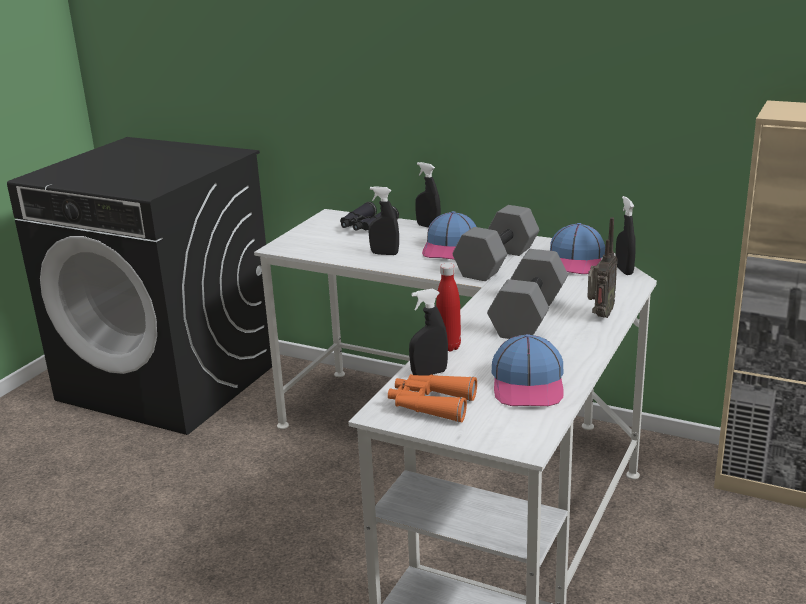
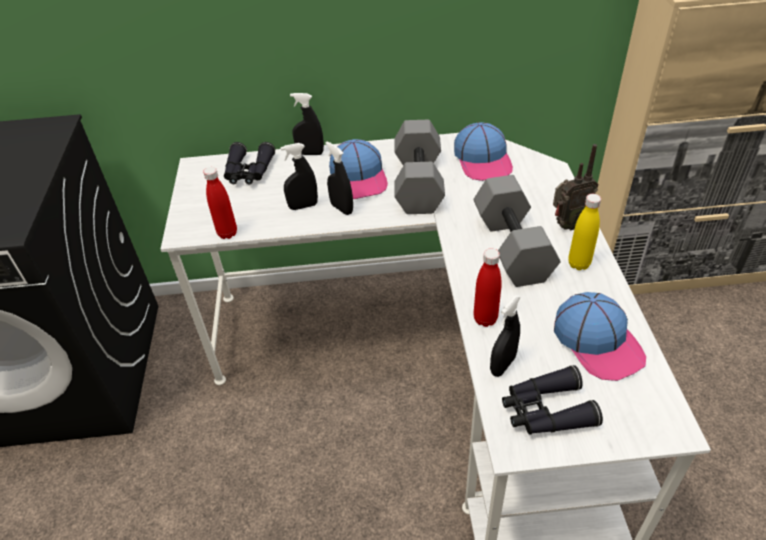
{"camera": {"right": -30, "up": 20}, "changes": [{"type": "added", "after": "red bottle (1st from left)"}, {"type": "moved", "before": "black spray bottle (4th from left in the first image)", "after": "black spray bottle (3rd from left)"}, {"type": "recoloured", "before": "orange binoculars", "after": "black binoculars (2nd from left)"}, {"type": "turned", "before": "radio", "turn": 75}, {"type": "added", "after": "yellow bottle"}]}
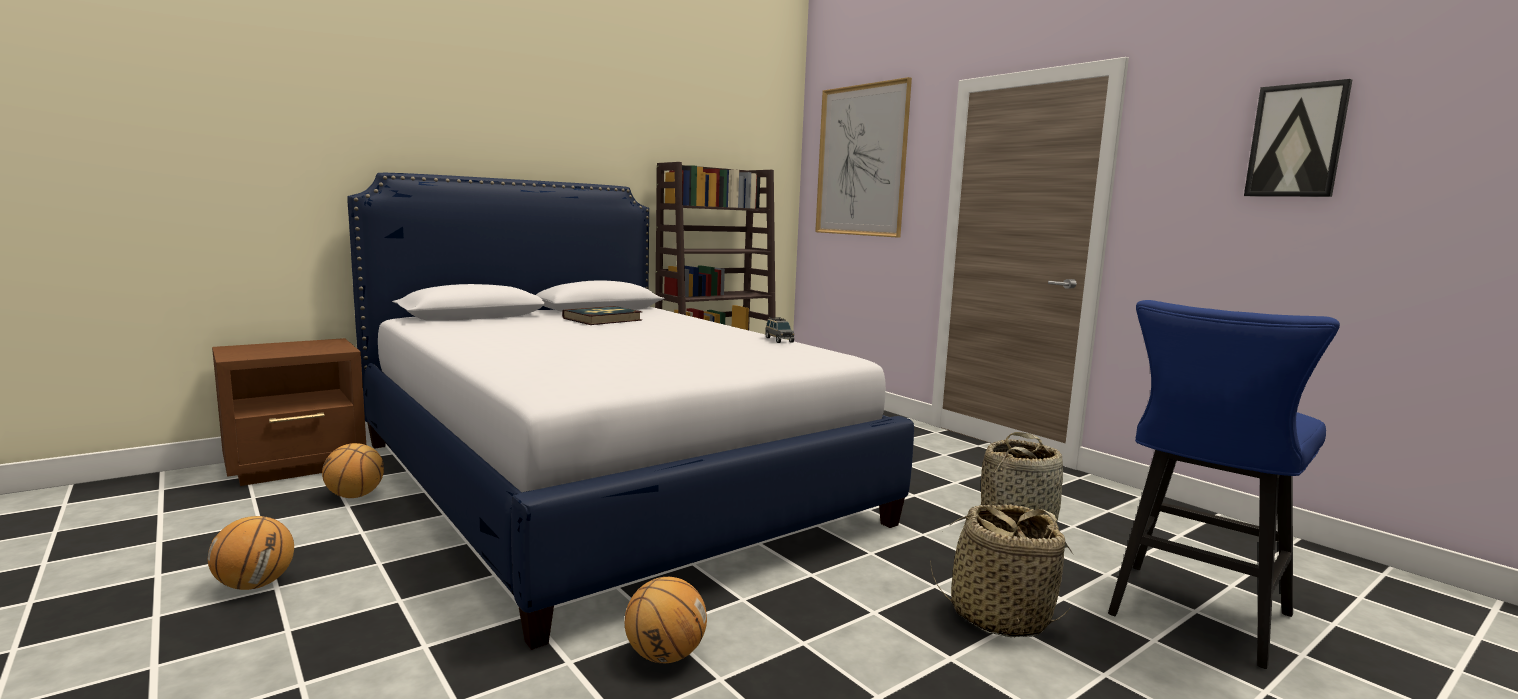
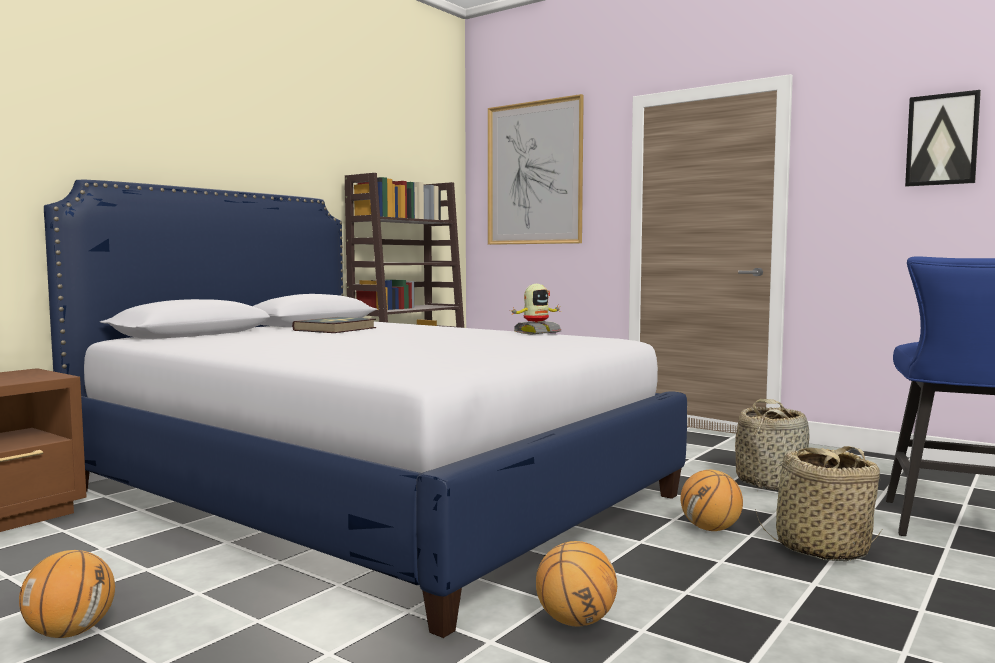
{"camera": {"right": -15, "up": -5}, "changes": [{"type": "replaced", "before": "grey toy car", "after": "toy robot"}, {"type": "moved", "before": "basketball (2nd from left in the first image)", "after": "basketball (3rd from left)"}]}
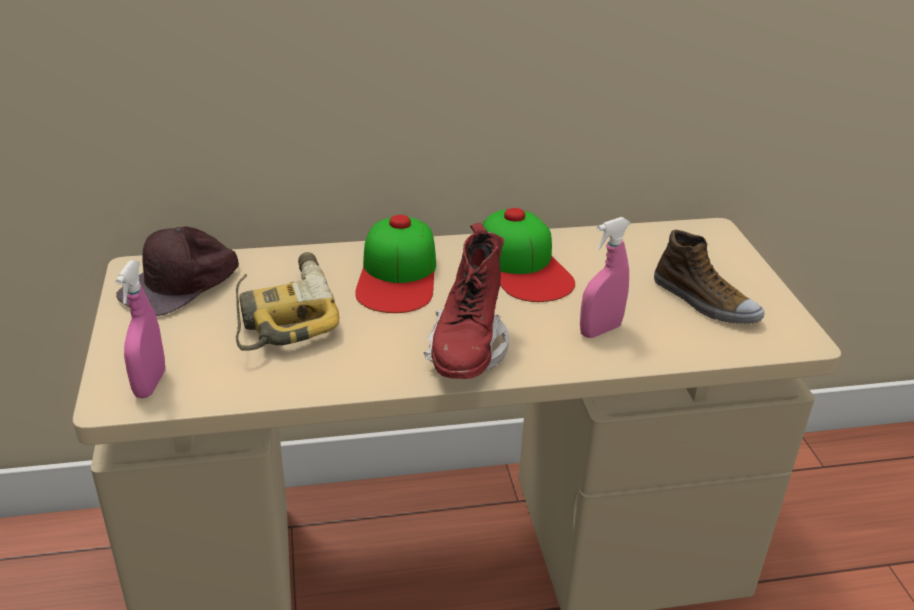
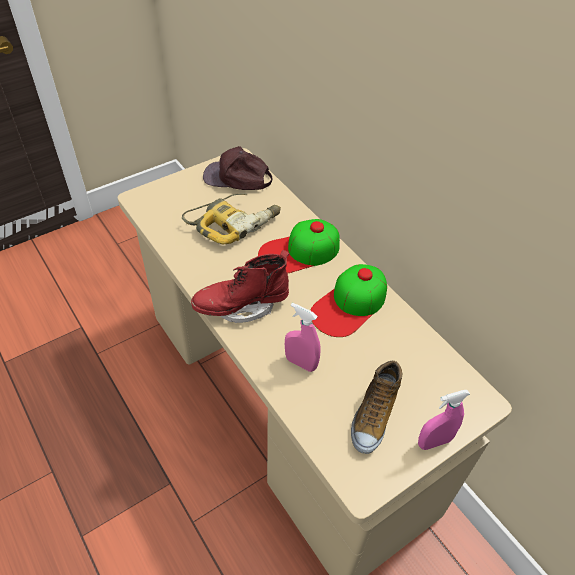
{"camera": {"right": 65, "up": 15}, "changes": [{"type": "moved", "before": "pink spray bottle (1st from left in the first image)", "after": "pink spray bottle (2nd from left)"}]}
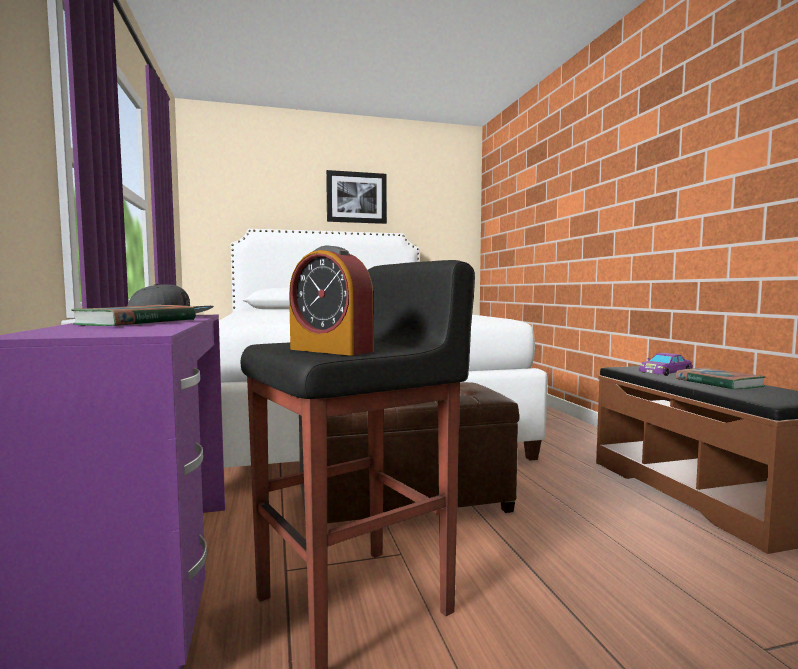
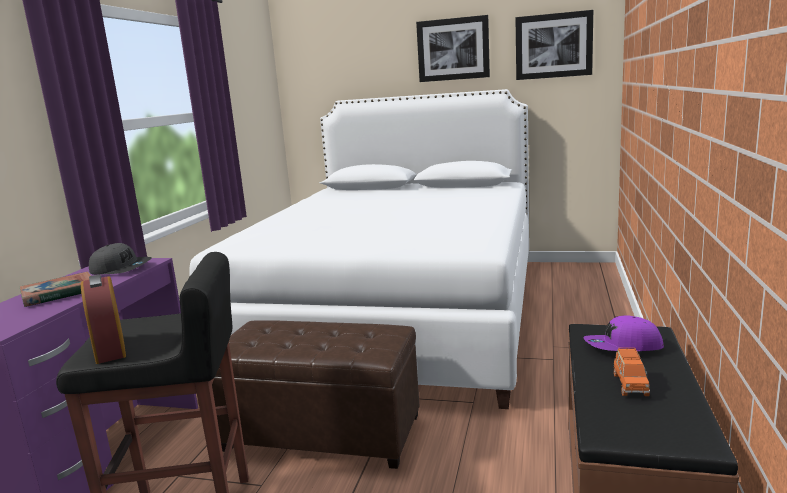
{"camera": {"right": 30, "up": 10}, "changes": [{"type": "added", "after": "picture (2nd from left)"}, {"type": "replaced", "before": "purple toy car", "after": "purple cap"}, {"type": "replaced", "before": "book (2nd from left)", "after": "orange toy car"}]}
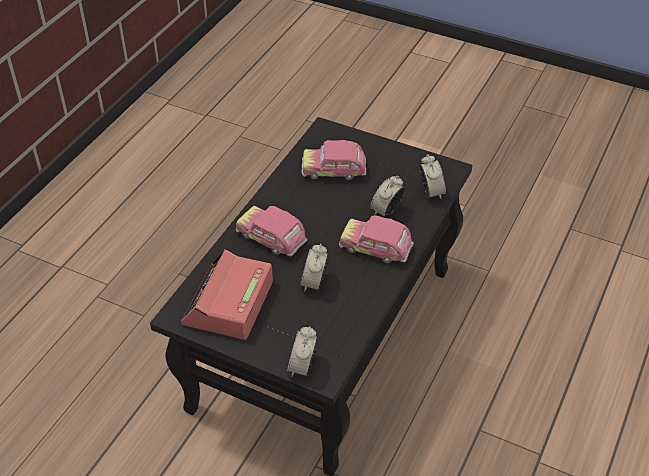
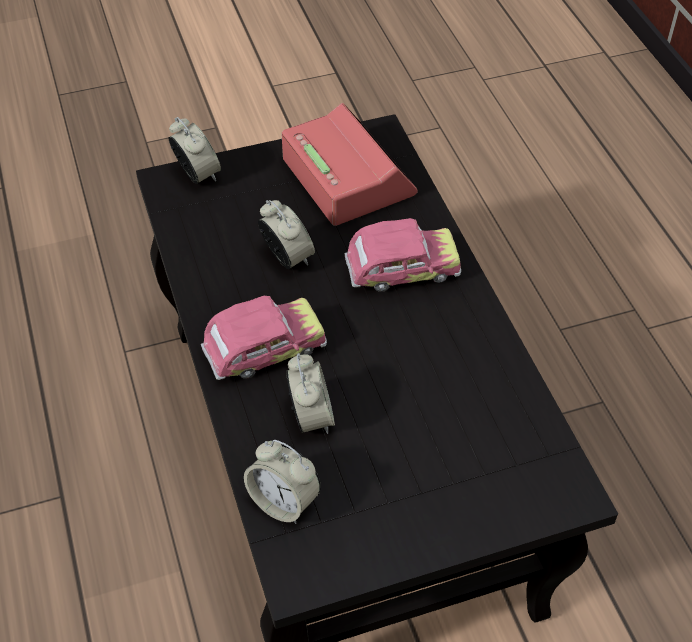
{"camera": {"right": 135, "up": 5}, "changes": [{"type": "removed", "before": "toy car (2nd from left)"}]}
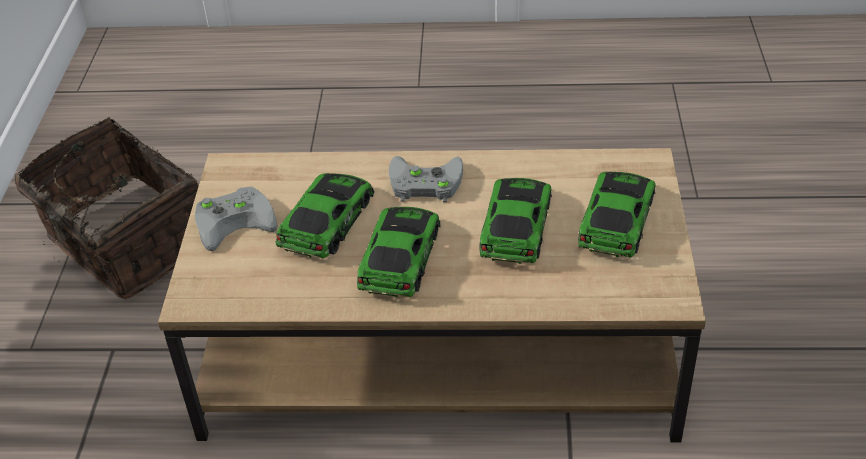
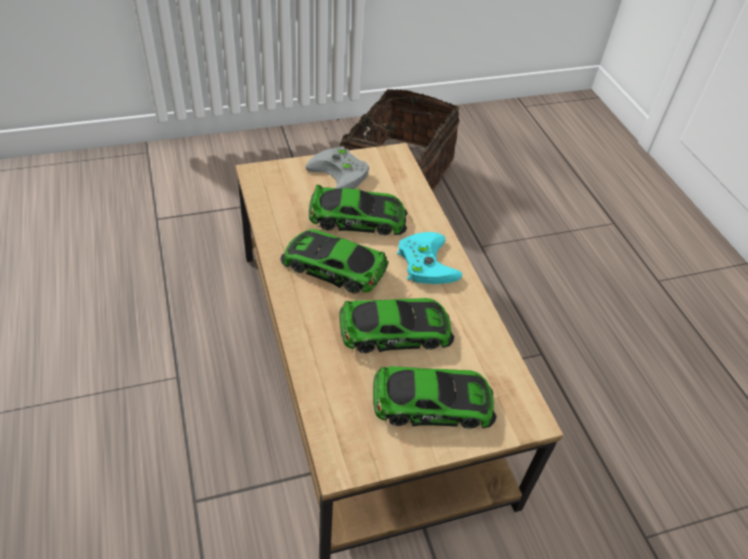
{"camera": {"right": 65, "up": 5}, "changes": [{"type": "turned", "before": "toy car (2nd from left in the first image)", "turn": -150}, {"type": "recoloured", "before": "grey game controller (2nd from left)", "after": "turquoise game controller"}]}
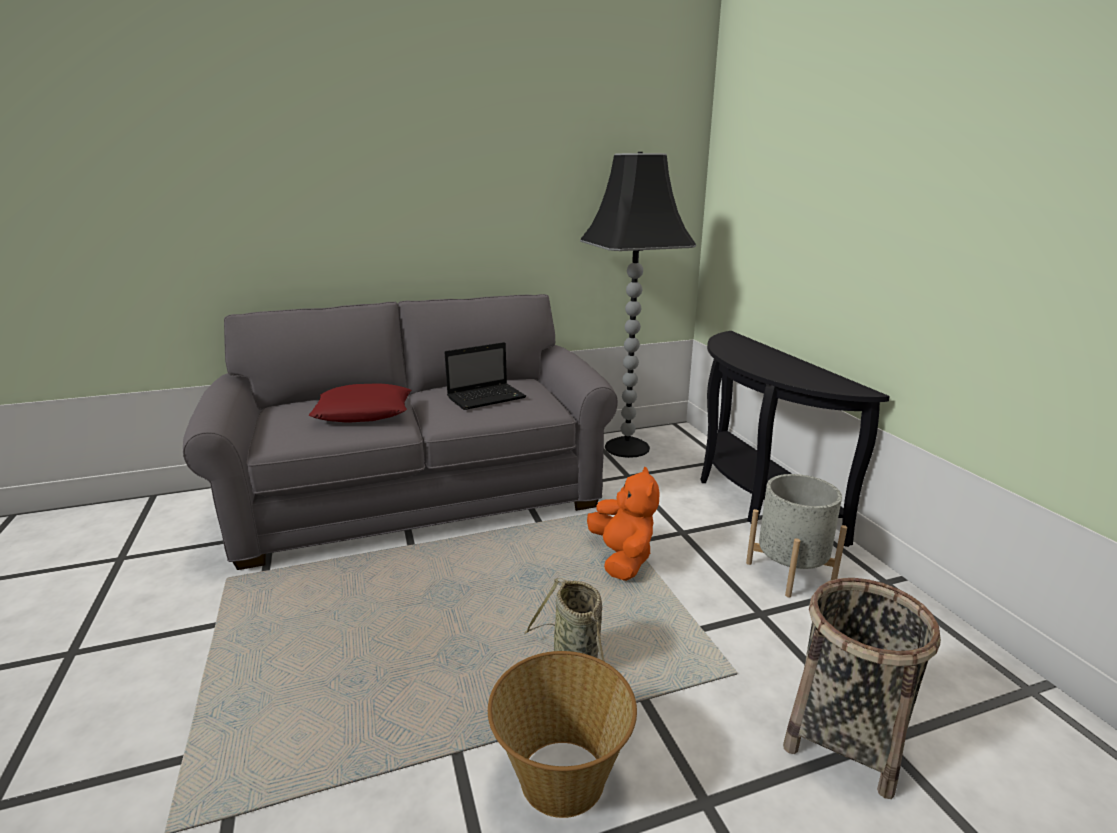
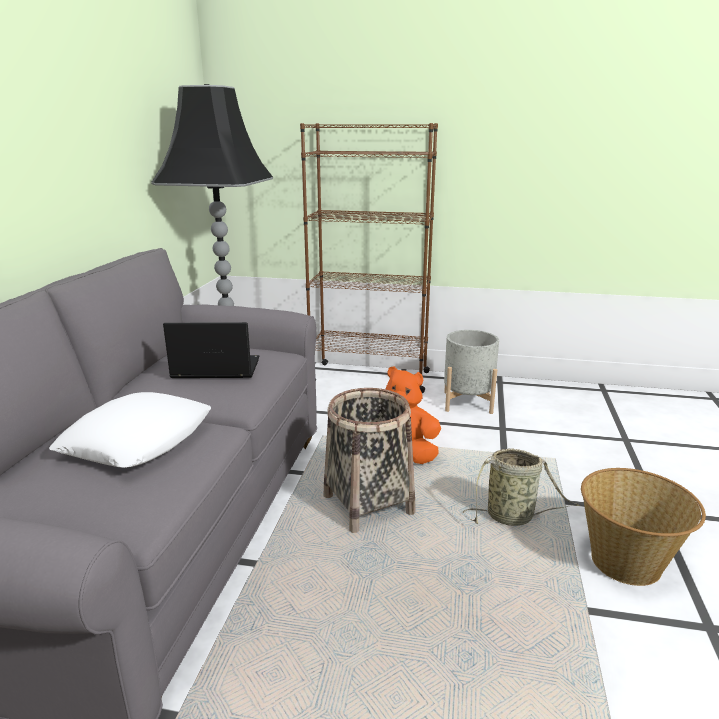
{"camera": {"right": -60, "up": 0}, "changes": [{"type": "recoloured", "before": "red pillow", "after": "white pillow"}, {"type": "turned", "before": "laptop", "turn": -90}, {"type": "replaced", "before": "black console table", "after": "brown bookcase"}, {"type": "moved", "before": "basket (3rd from left in the first image)", "after": "basket (1st from left)"}]}
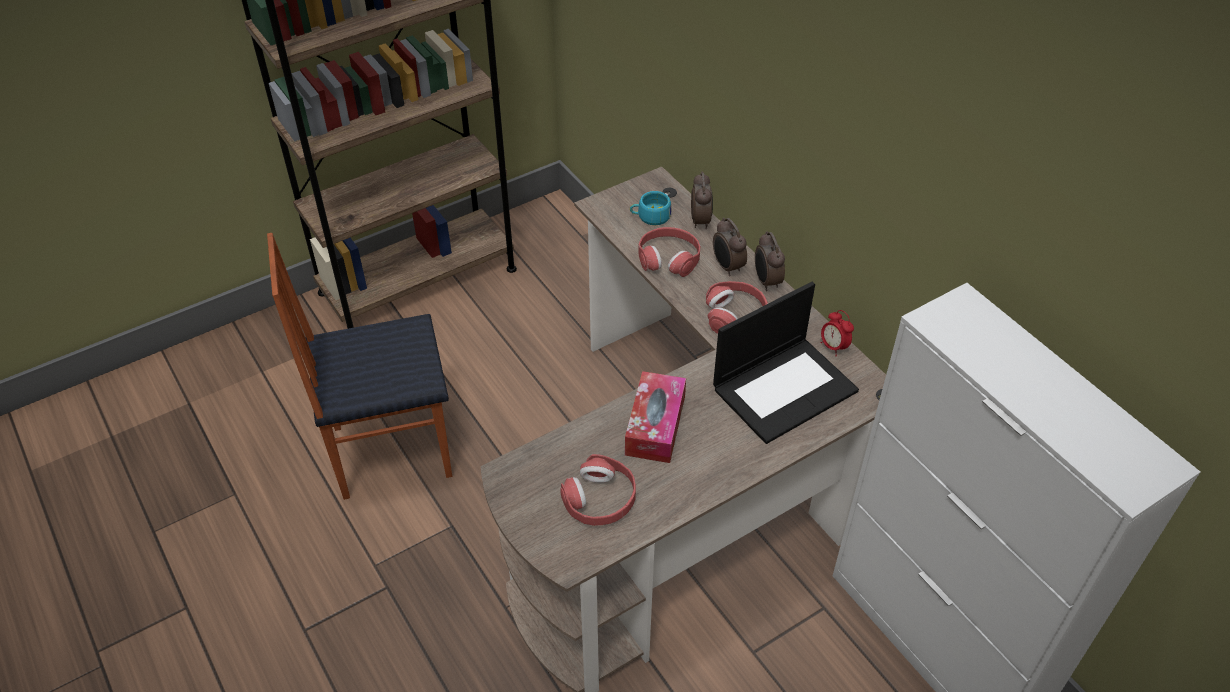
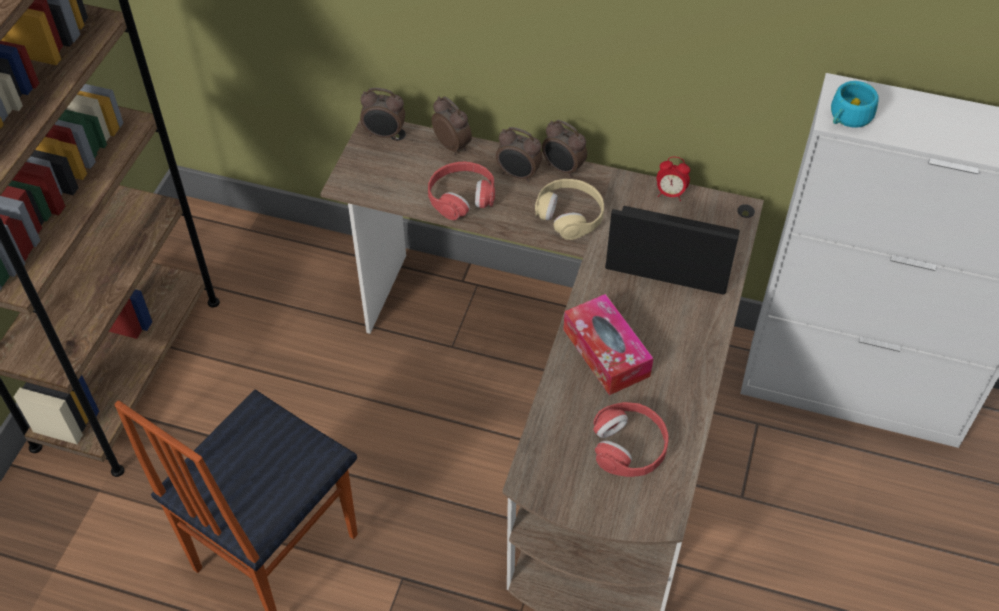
{"camera": {"right": -40, "up": 5}, "changes": [{"type": "added", "after": "alarm clock (1st from left)"}, {"type": "recoloured", "before": "red headphones (3rd from left)", "after": "beige headphones"}, {"type": "turned", "before": "laptop", "turn": -90}, {"type": "moved", "before": "turquoise cup"}]}
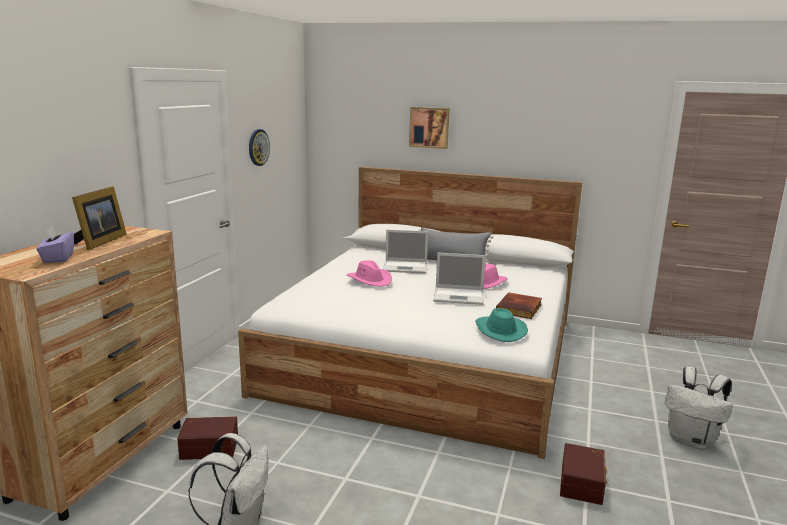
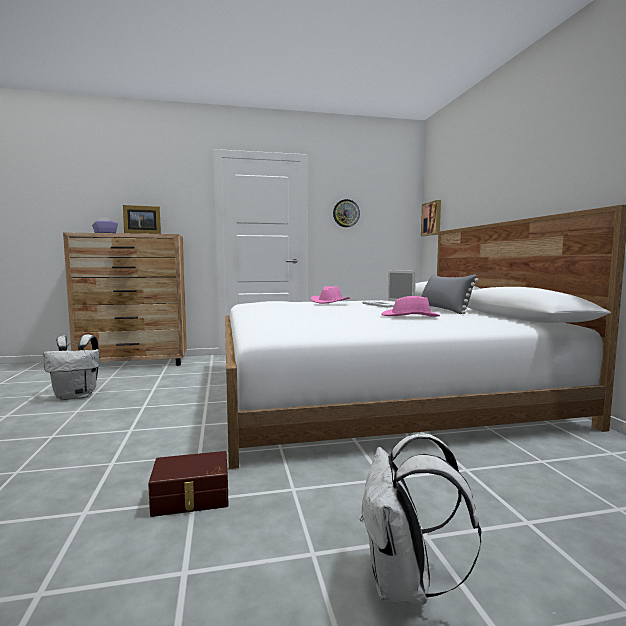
{"camera": {"right": 60, "up": -10}, "changes": [{"type": "moved", "before": "picture"}, {"type": "removed", "before": "brown storage box (1st from left)"}, {"type": "removed", "before": "laptop (2nd from left)"}, {"type": "removed", "before": "turquoise hat"}, {"type": "removed", "before": "book"}]}
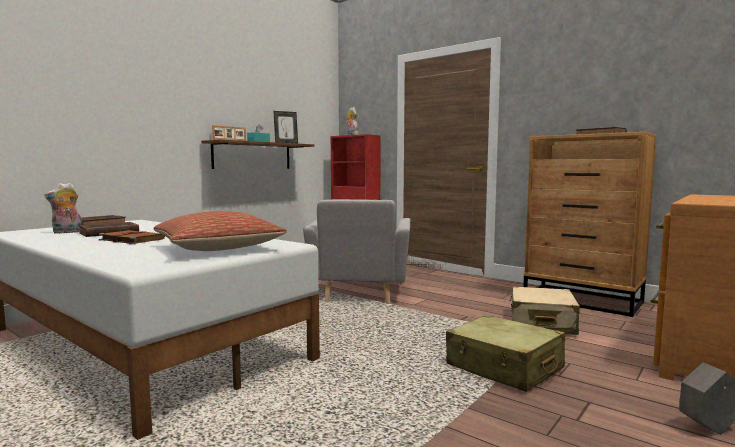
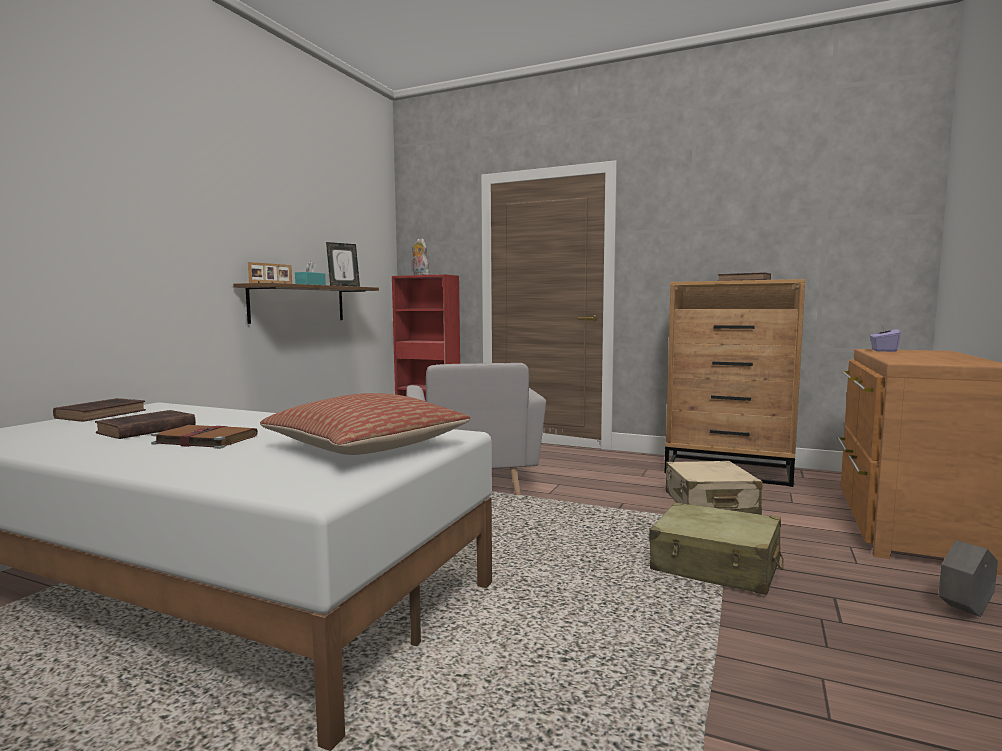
{"camera": {"right": -15, "up": 0}, "changes": [{"type": "added", "after": "purple tissue box"}, {"type": "removed", "before": "plush toy (1st from left)"}]}
